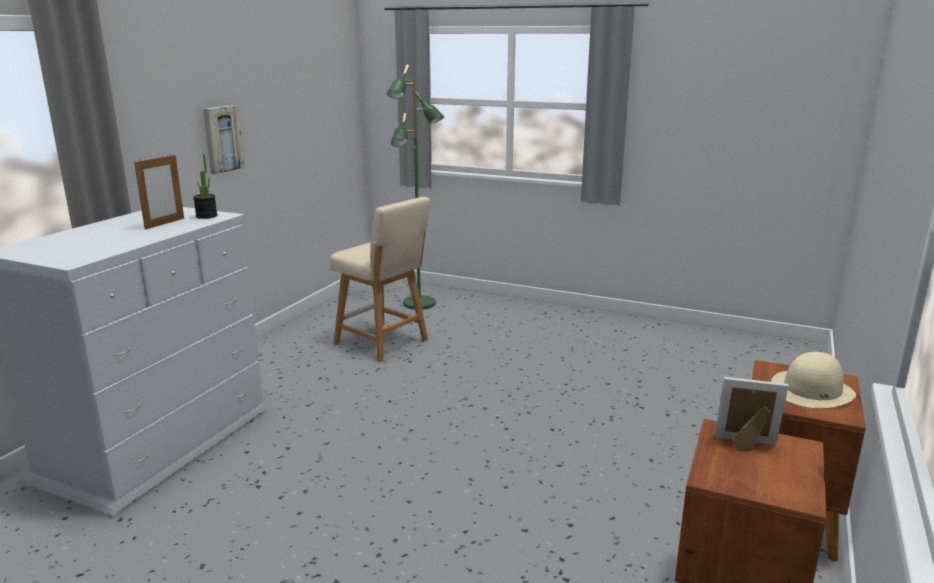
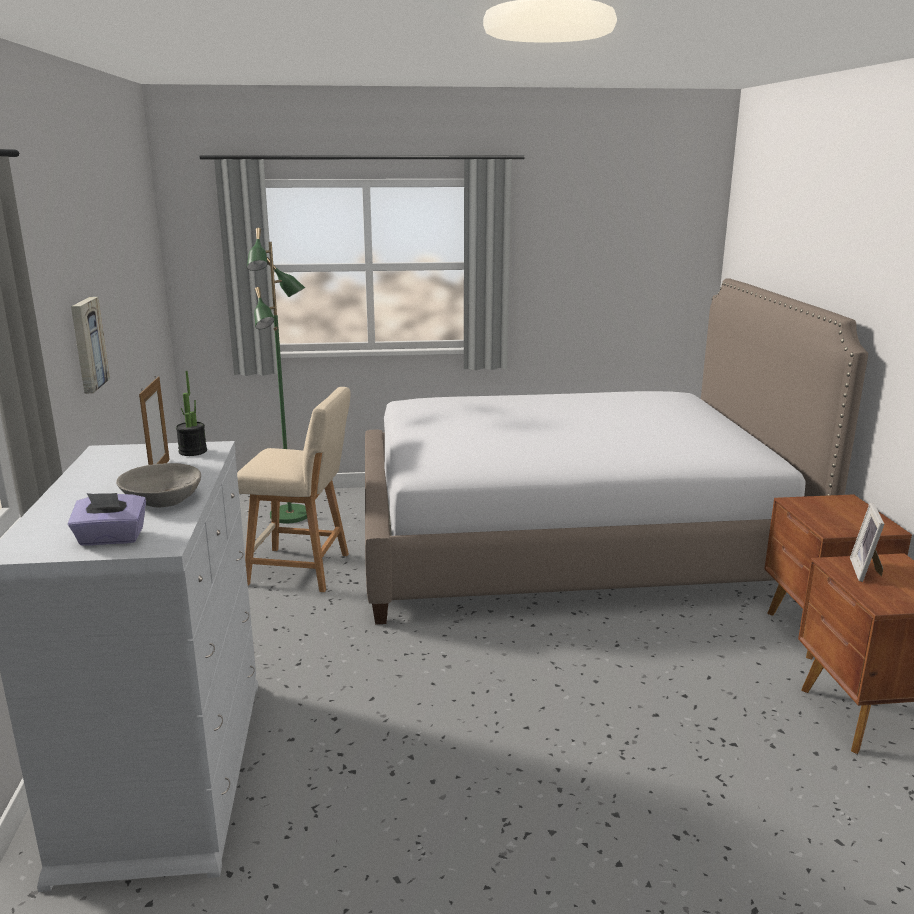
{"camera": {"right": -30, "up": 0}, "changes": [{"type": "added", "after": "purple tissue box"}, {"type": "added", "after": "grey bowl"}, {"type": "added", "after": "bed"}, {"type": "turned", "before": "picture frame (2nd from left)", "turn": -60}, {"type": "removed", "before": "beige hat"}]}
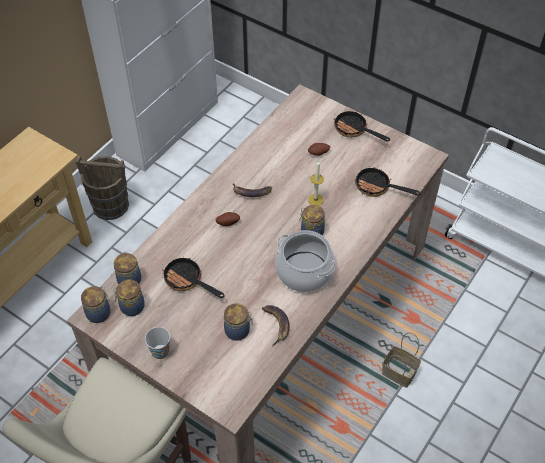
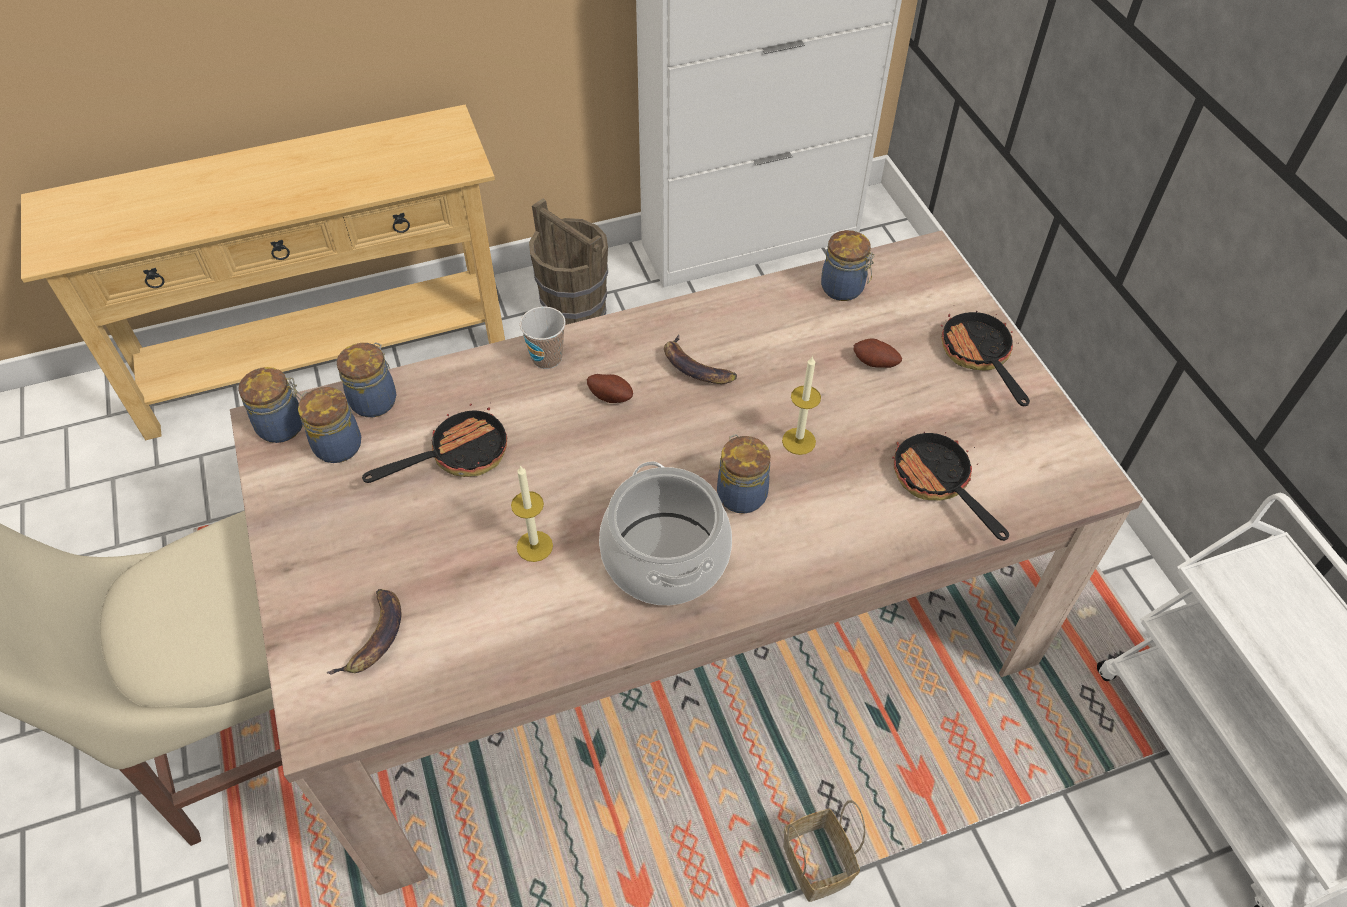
{"camera": {"right": 35, "up": 0}, "changes": [{"type": "moved", "before": "banana (2nd from left in the first image)", "after": "banana (1st from left)"}, {"type": "turned", "before": "frying pan (1st from left)", "turn": 75}, {"type": "added", "after": "candle (1st from left)"}, {"type": "moved", "before": "cup"}, {"type": "moved", "before": "jar (4th from left in the first image)", "after": "jar (5th from left)"}]}
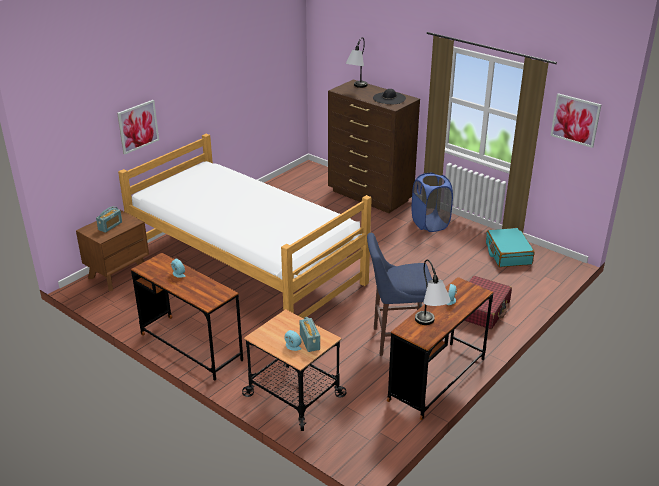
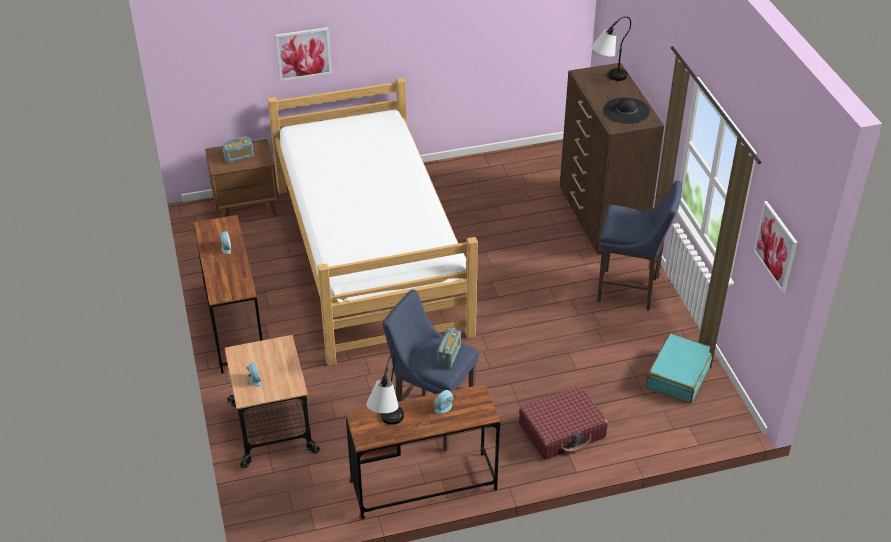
{"camera": {"right": 35, "up": 10}, "changes": [{"type": "moved", "before": "radio (2nd from left)"}, {"type": "replaced", "before": "blue laundry basket", "after": "blue stool (2nd from left)"}]}
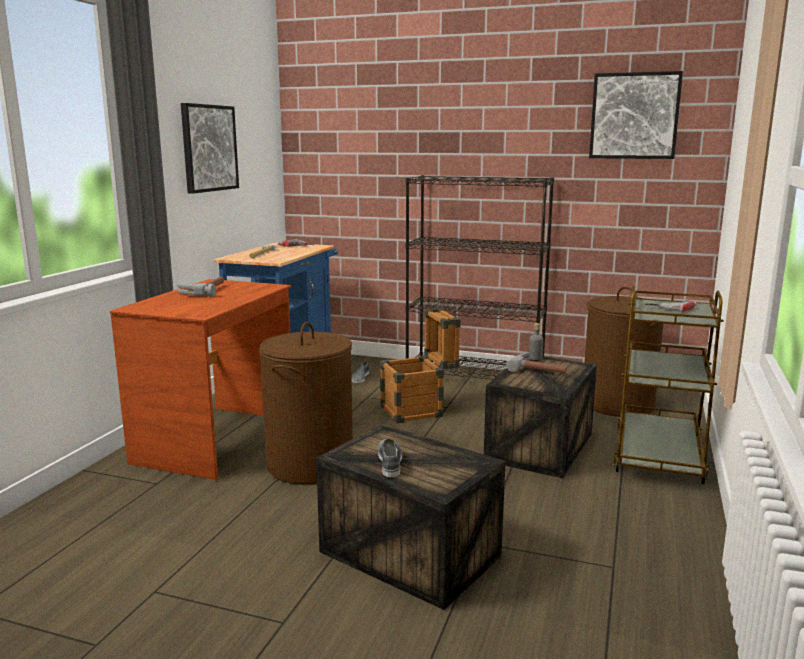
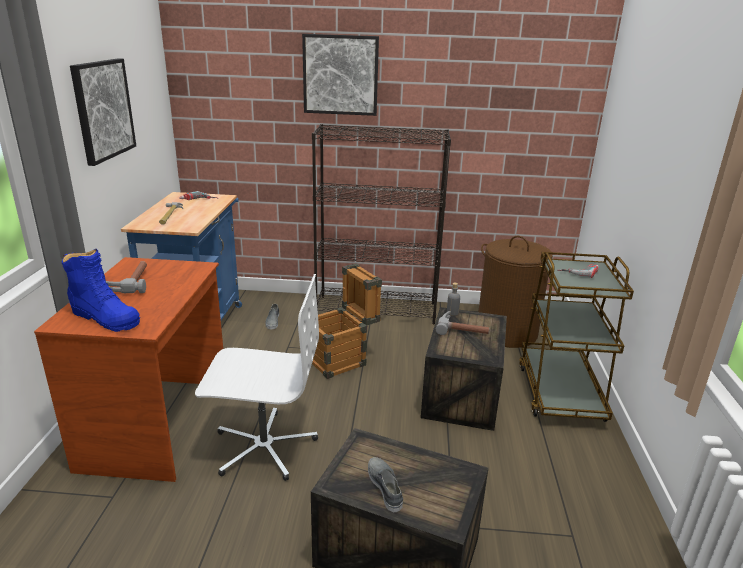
{"camera": {"right": -15, "up": 10}, "changes": [{"type": "added", "after": "blue boot"}, {"type": "replaced", "before": "brown laundry basket (1st from left)", "after": "white office chair"}, {"type": "moved", "before": "picture (2nd from left)"}]}
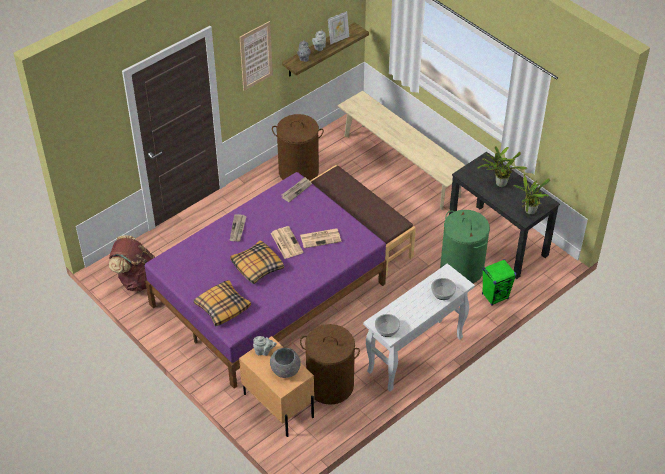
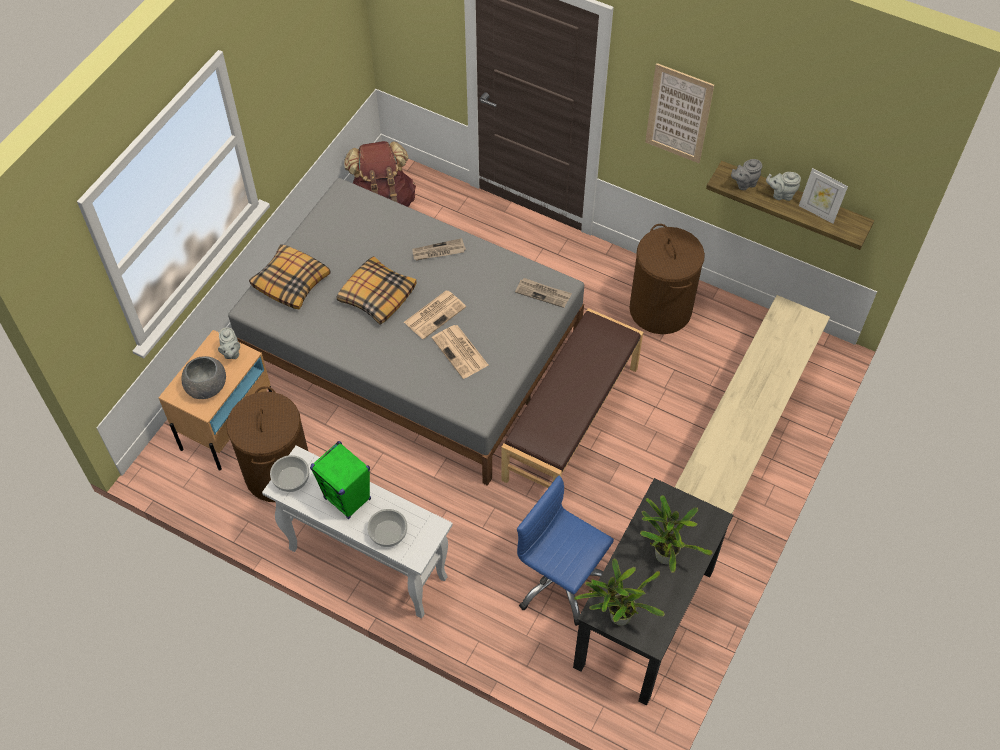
{"camera": {"right": 70, "up": 10}, "changes": [{"type": "recoloured", "before": "purple bed", "after": "grey bed"}, {"type": "moved", "before": "green speaker"}, {"type": "replaced", "before": "green laundry basket", "after": "blue office chair"}]}
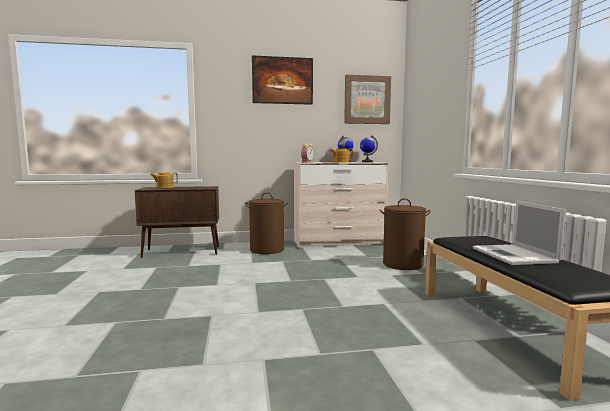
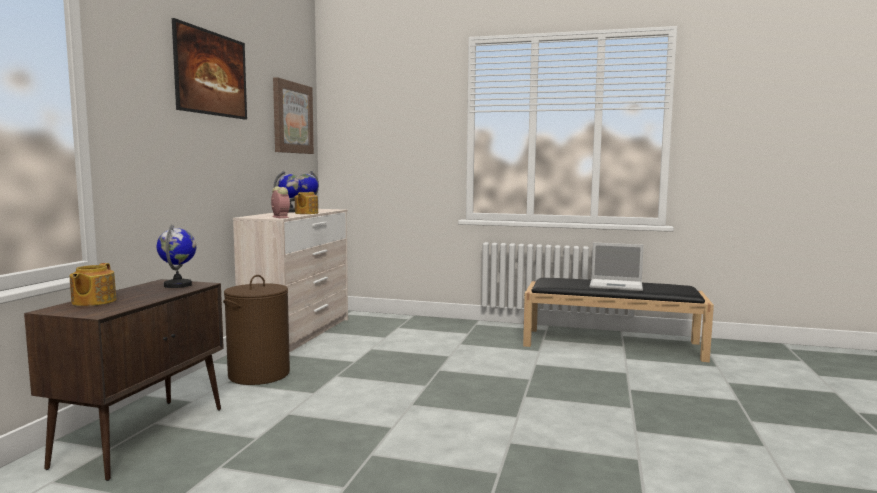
{"camera": {"right": -65, "up": 0}, "changes": [{"type": "added", "after": "globe (1st from left)"}, {"type": "removed", "before": "brown laundry basket (2nd from left)"}]}
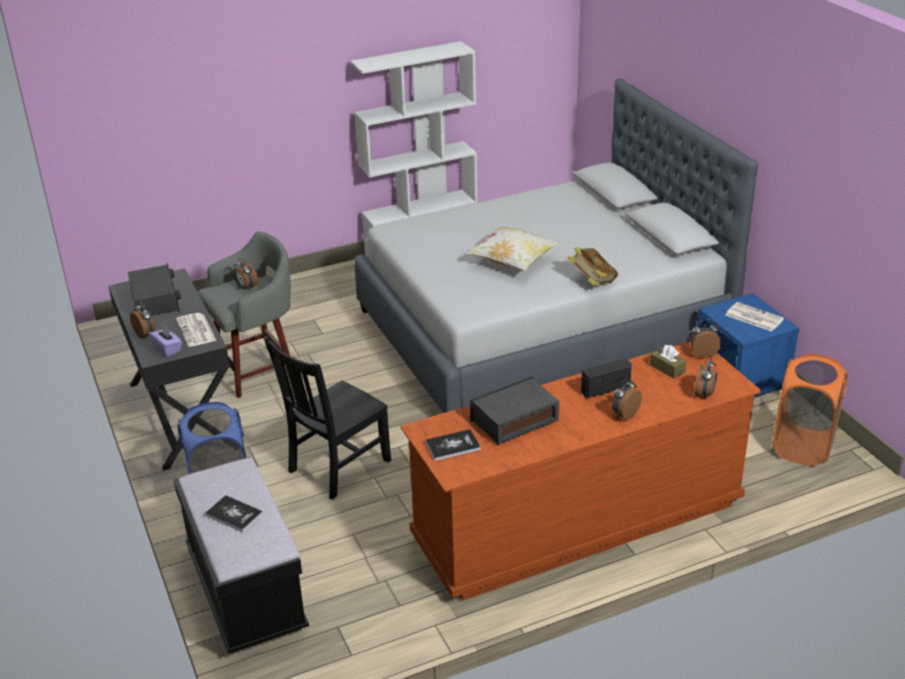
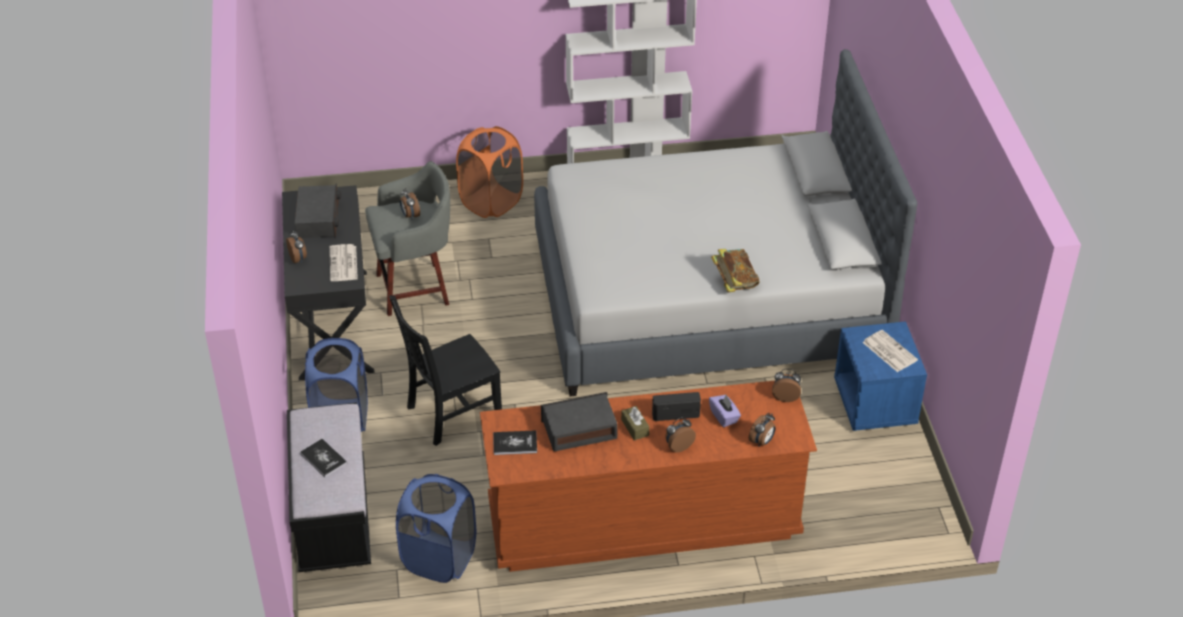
{"camera": {"right": 15, "up": 10}, "changes": [{"type": "added", "after": "blue laundry basket (2nd from left)"}, {"type": "moved", "before": "orange laundry basket"}, {"type": "moved", "before": "brown tissue box"}, {"type": "moved", "before": "purple tissue box"}, {"type": "removed", "before": "pillow"}]}
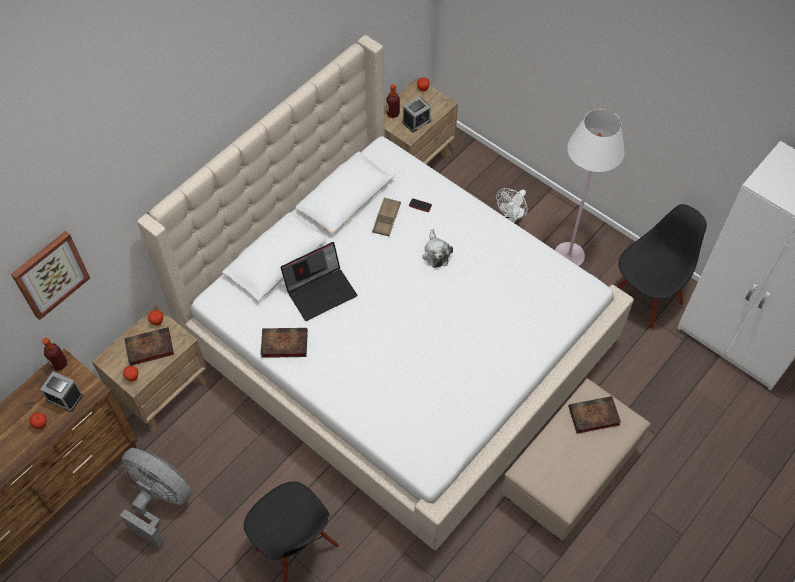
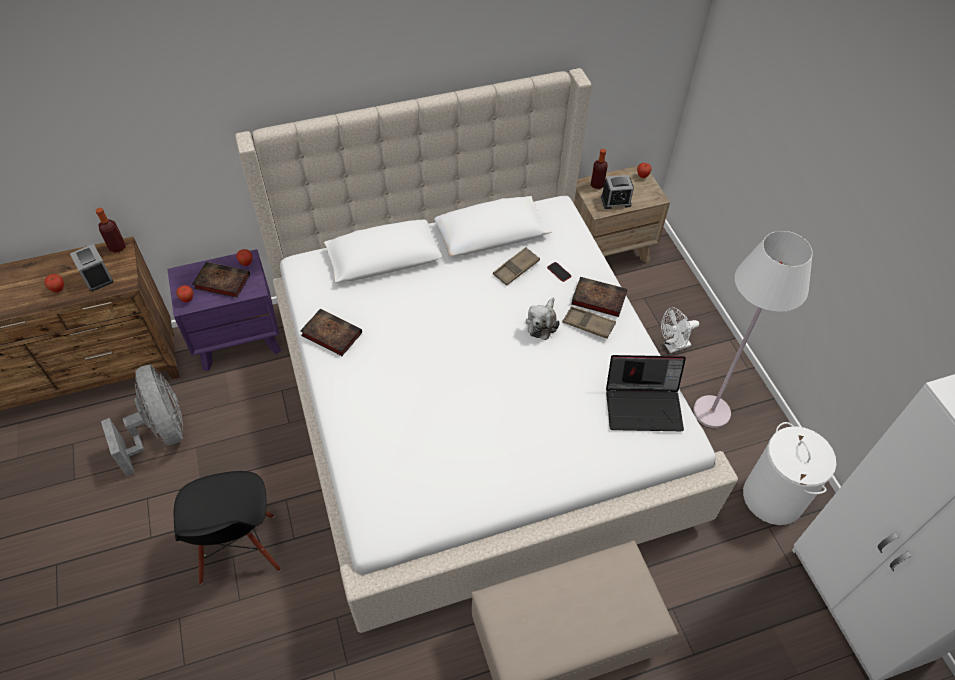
{"camera": {"right": 30, "up": -5}, "changes": [{"type": "recoloured", "before": "brown nightstand (1st from left)", "after": "purple nightstand"}, {"type": "added", "after": "brown tray (2nd from left)"}, {"type": "moved", "before": "book (3rd from left)"}, {"type": "moved", "before": "laptop"}, {"type": "replaced", "before": "black chair (2nd from left)", "after": "white laundry basket"}, {"type": "removed", "before": "picture"}]}
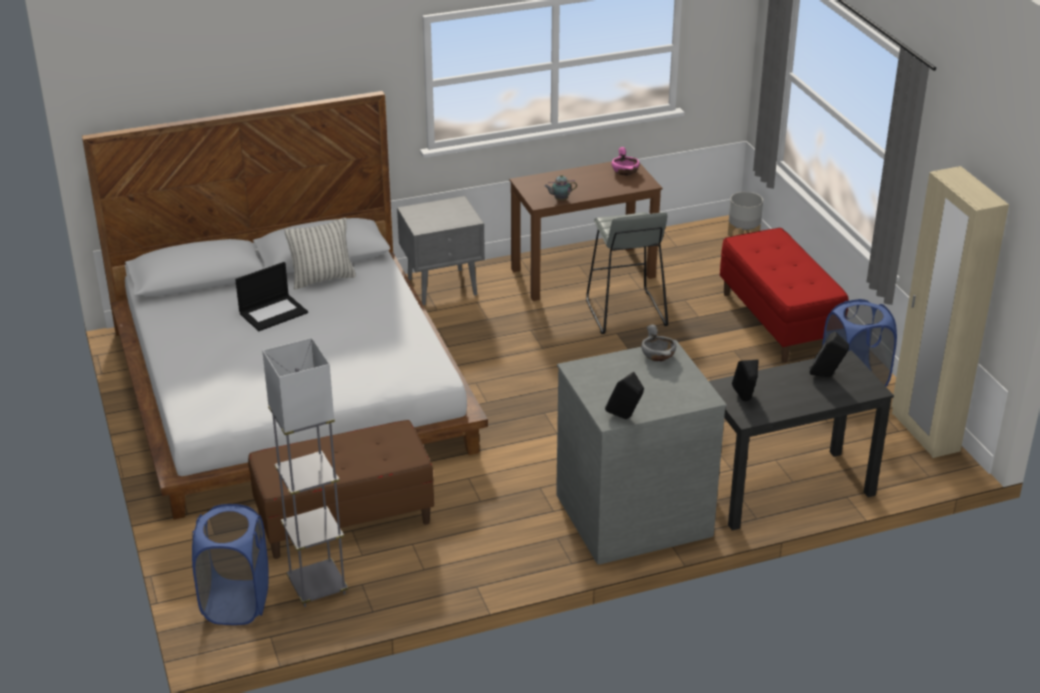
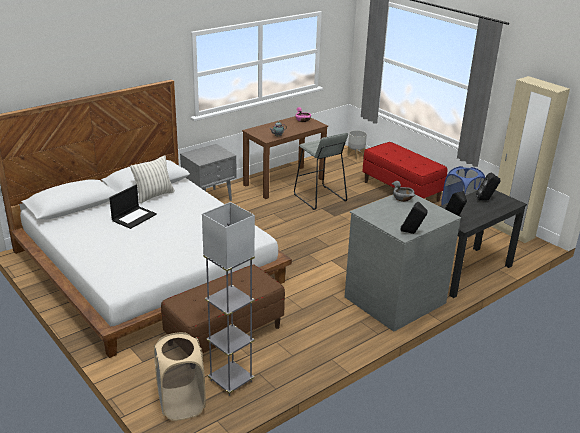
{"camera": {"right": -20, "up": -5}, "changes": [{"type": "recoloured", "before": "blue laundry basket (1st from left)", "after": "beige laundry basket"}]}
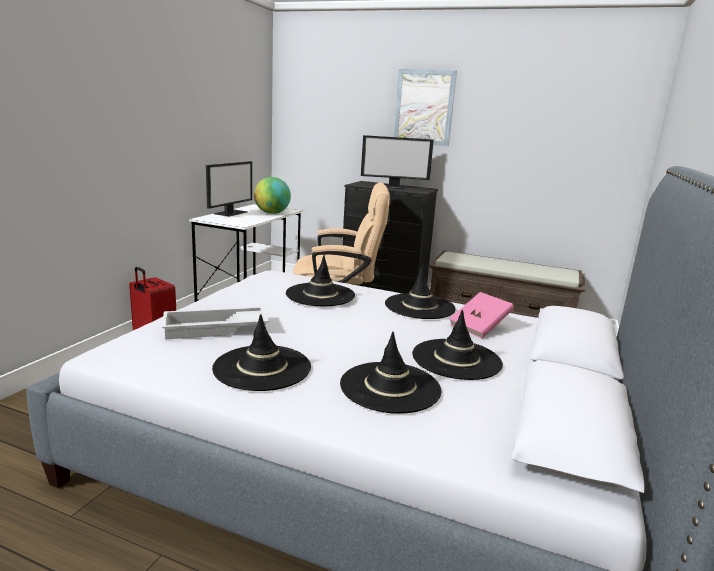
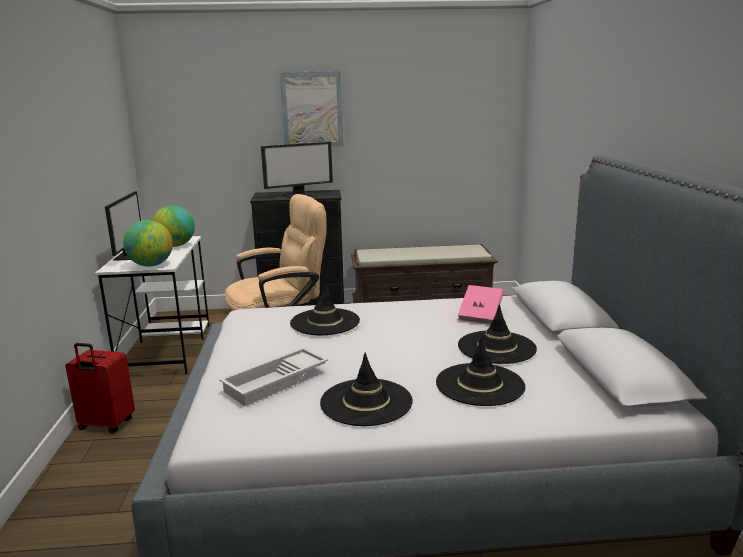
{"camera": {"right": -25, "up": 0}, "changes": [{"type": "added", "after": "globe (1st from left)"}, {"type": "removed", "before": "black hat (4th from left)"}]}
